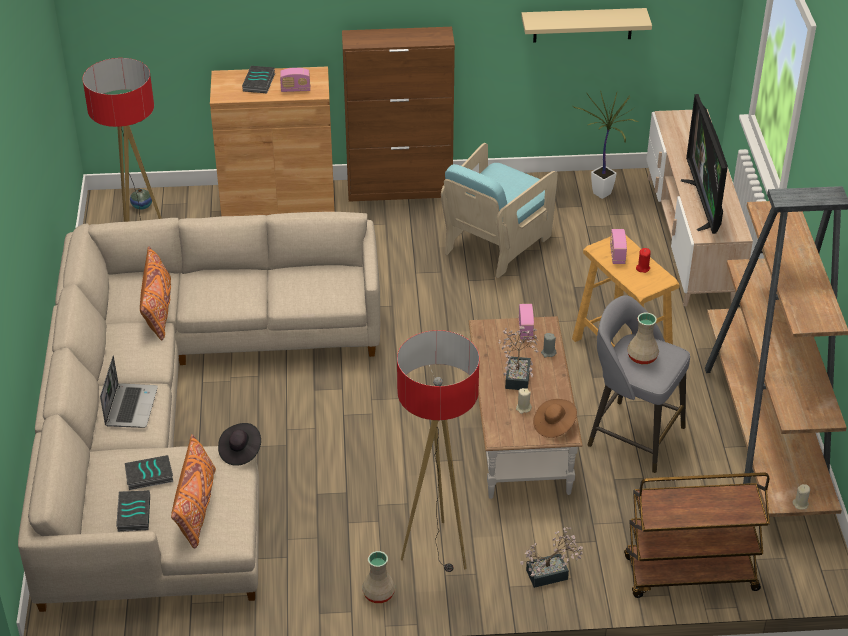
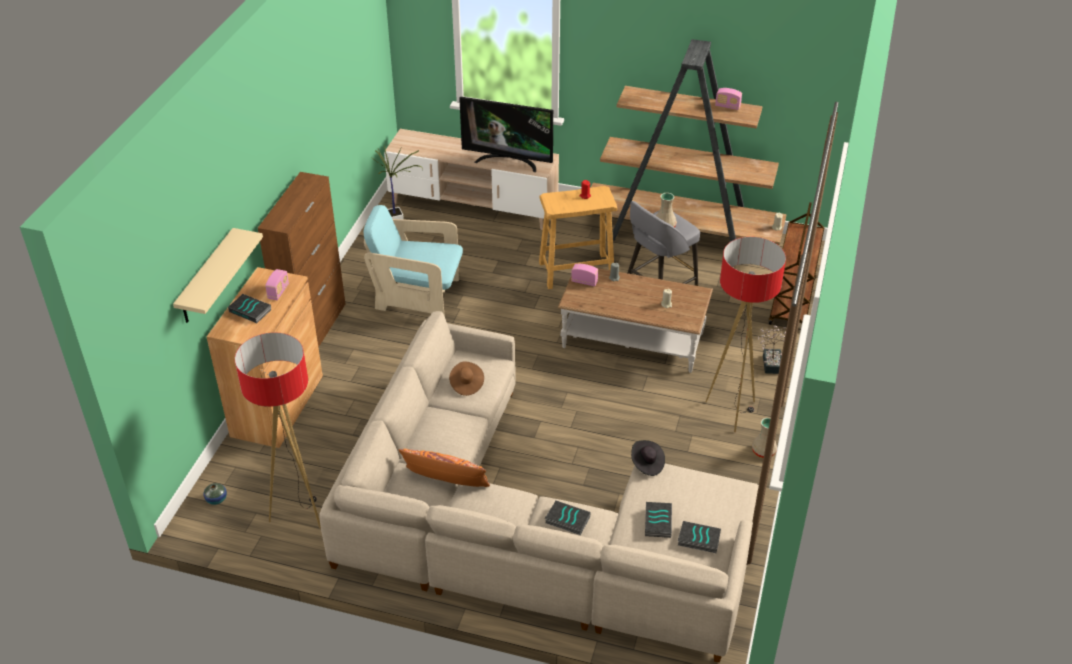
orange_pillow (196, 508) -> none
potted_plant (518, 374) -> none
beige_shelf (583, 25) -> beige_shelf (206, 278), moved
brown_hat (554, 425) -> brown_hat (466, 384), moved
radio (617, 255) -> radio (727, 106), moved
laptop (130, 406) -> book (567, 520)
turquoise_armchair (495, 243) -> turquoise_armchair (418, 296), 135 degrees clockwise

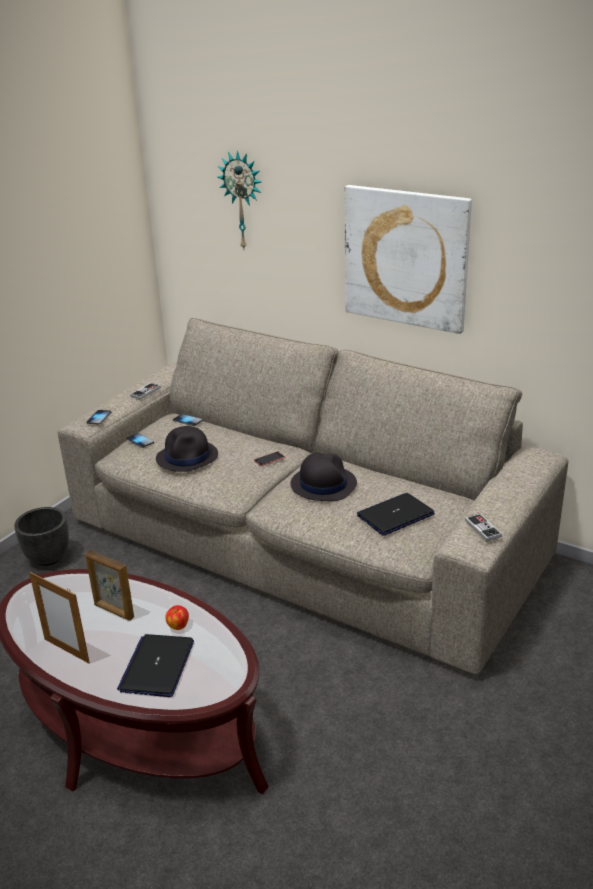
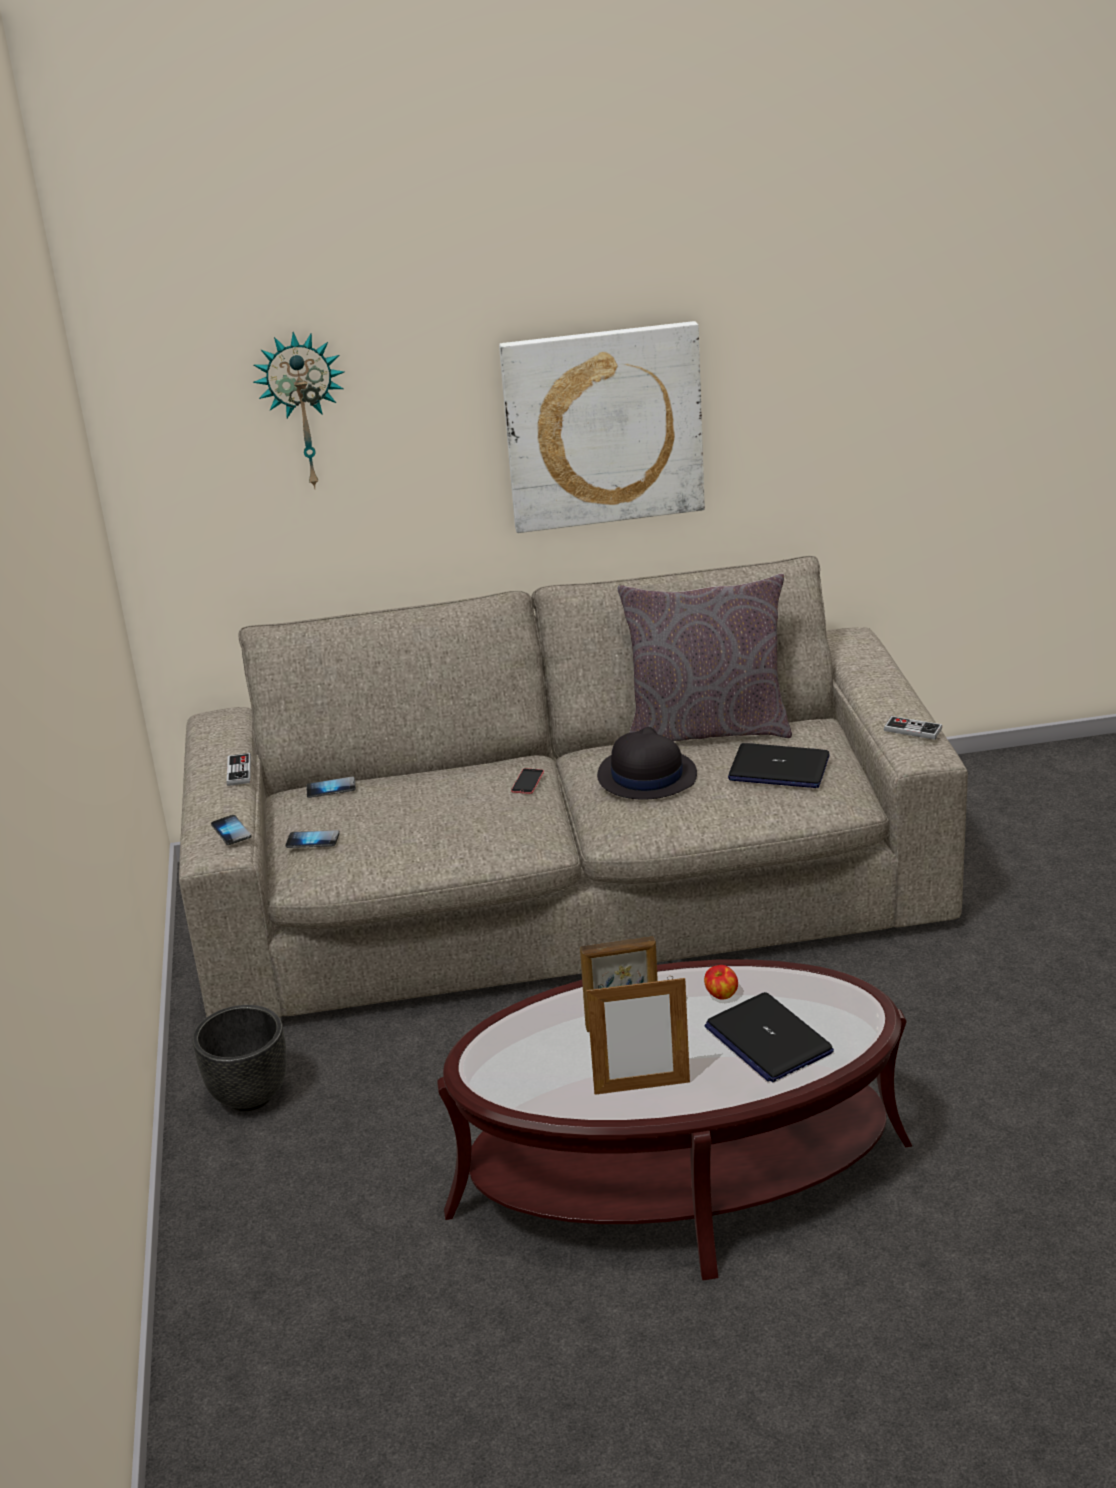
black_hat (187, 457) -> none
none -> grey_pillow (707, 729)
laptop (395, 515) -> laptop (778, 769), 90 degrees counterclockwise

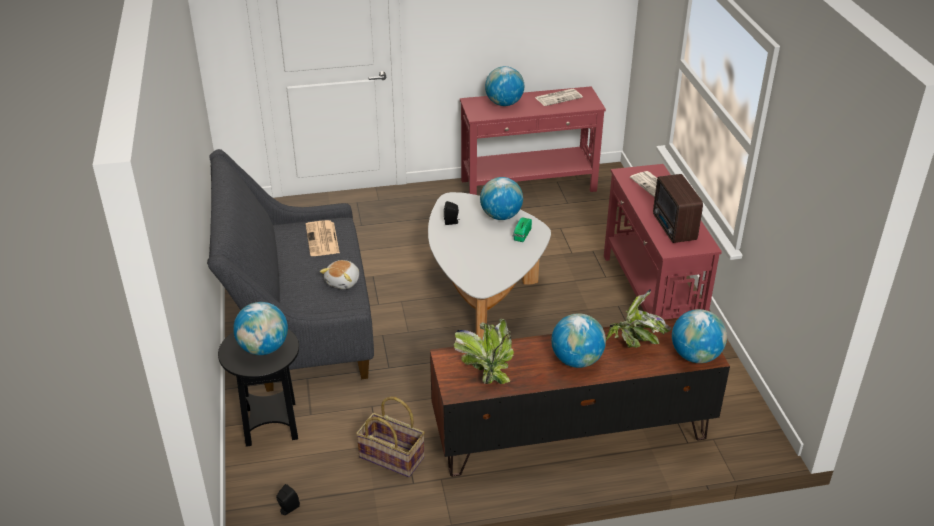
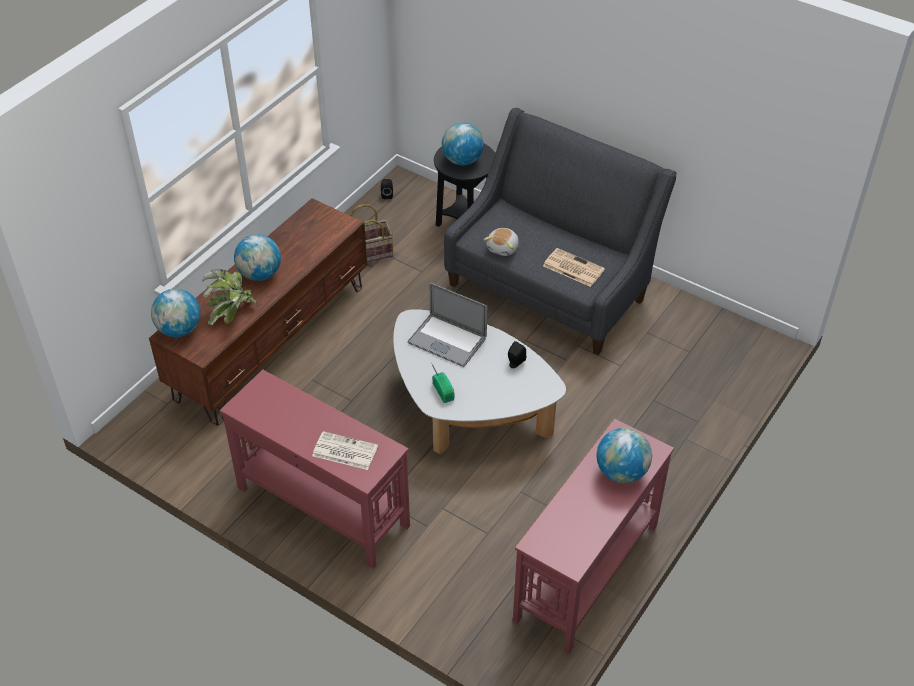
potted_plant (485, 369) -> none
globe (501, 216) -> none
newspaper (558, 97) -> none
radio (673, 229) -> none
none -> laptop (447, 340)
plush_toy (343, 282) -> plush_toy (503, 248), 135 degrees counterclockwise

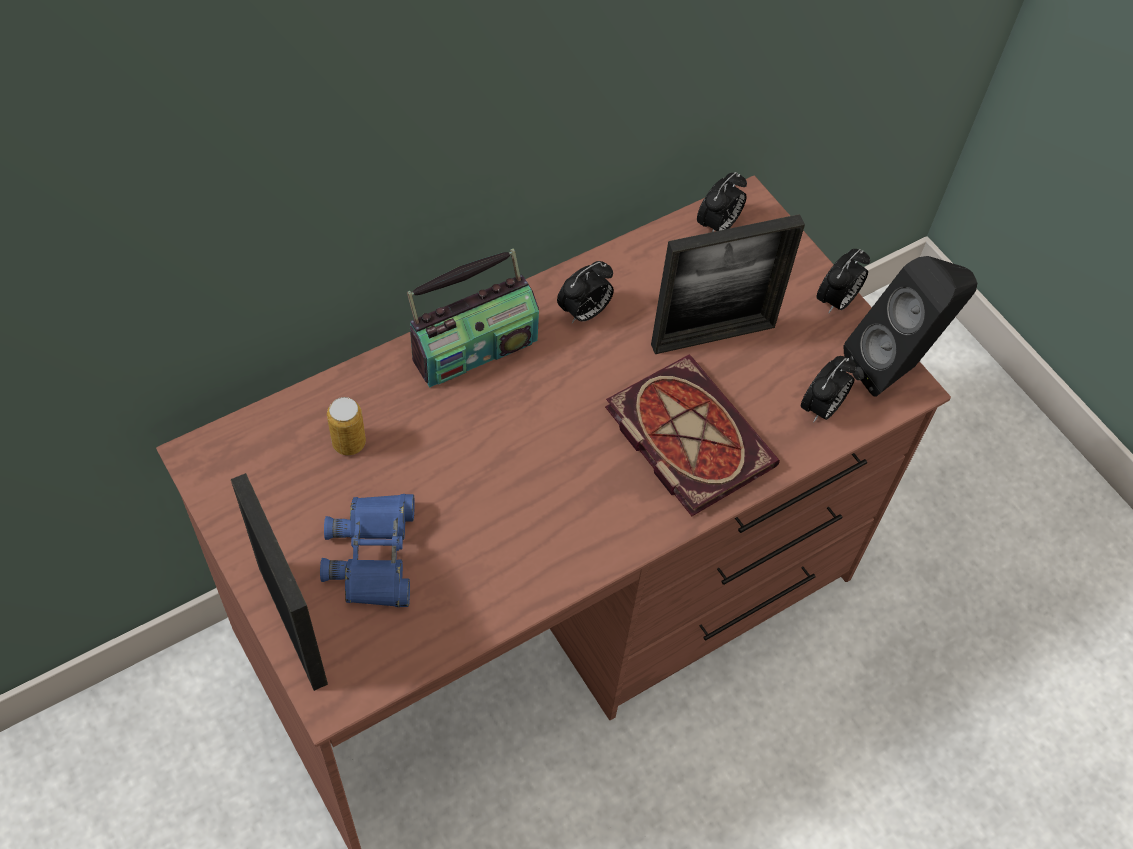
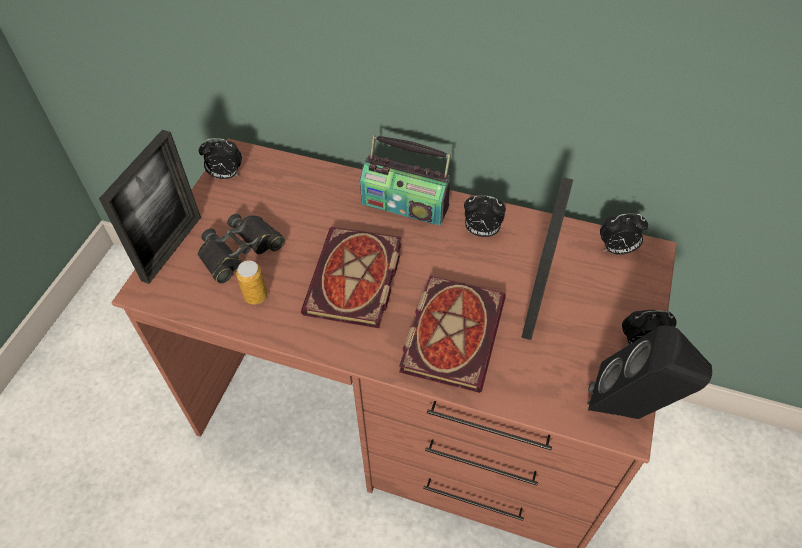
none -> book (355, 282)
can (349, 443) -> can (256, 296), moved
alarm_clock (821, 408) -> alarm_clock (225, 175), moved
blue_binoculars (374, 555) -> black_binoculars (239, 251)
picture_frame (713, 336) -> picture_frame (536, 299), 105 degrees counterclockwise

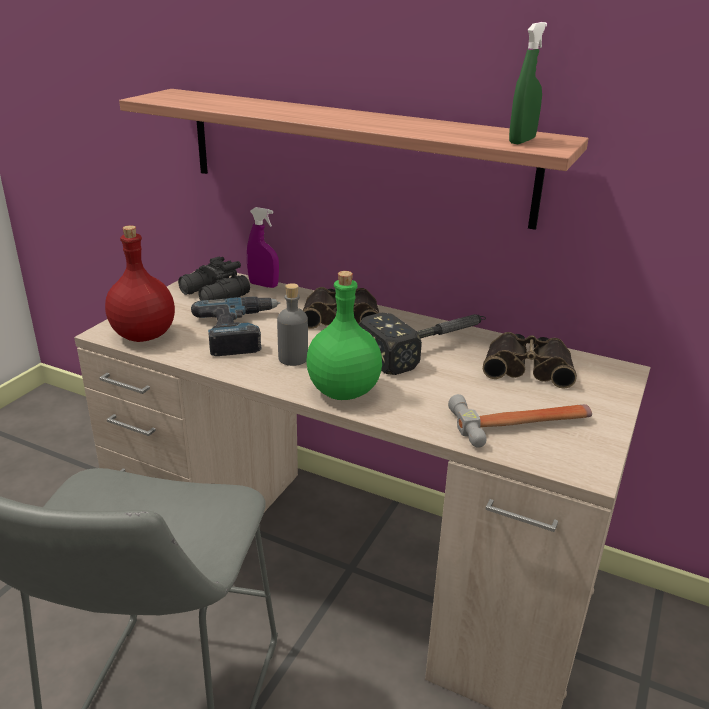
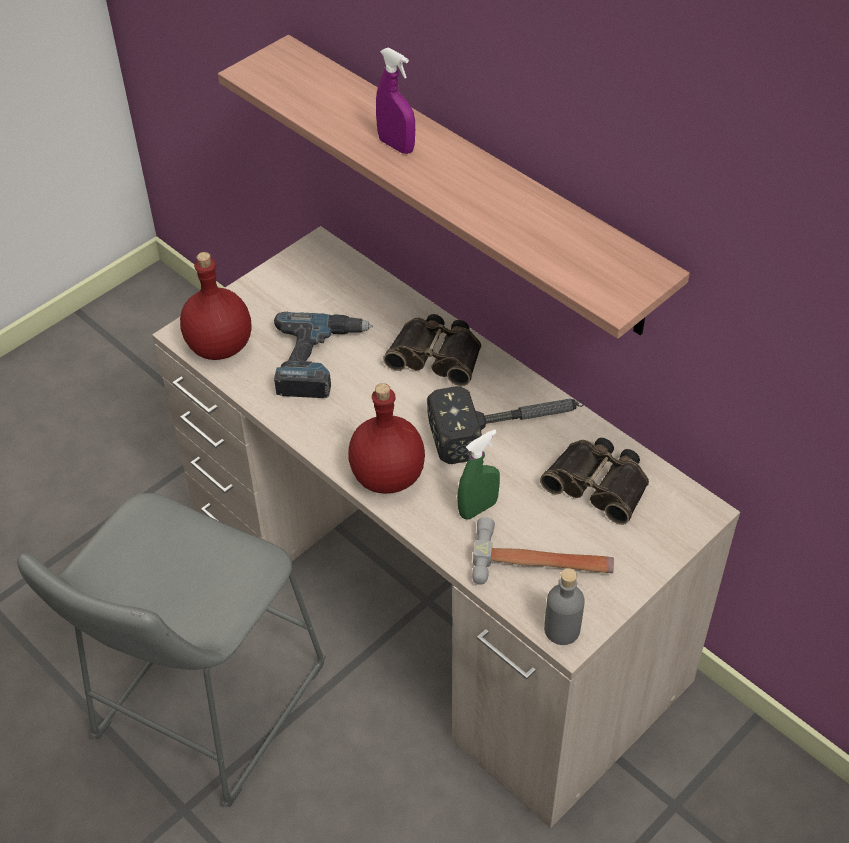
black_binoculars (214, 295) -> none
purple_spray_bottle (263, 285) -> purple_spray_bottle (396, 145), moved
grey_bottle (293, 358) -> grey_bottle (562, 629), moved
green_spray_bottle (522, 141) -> green_spray_bottle (478, 508), moved
green_bottle (342, 391) -> red_bottle (386, 476)

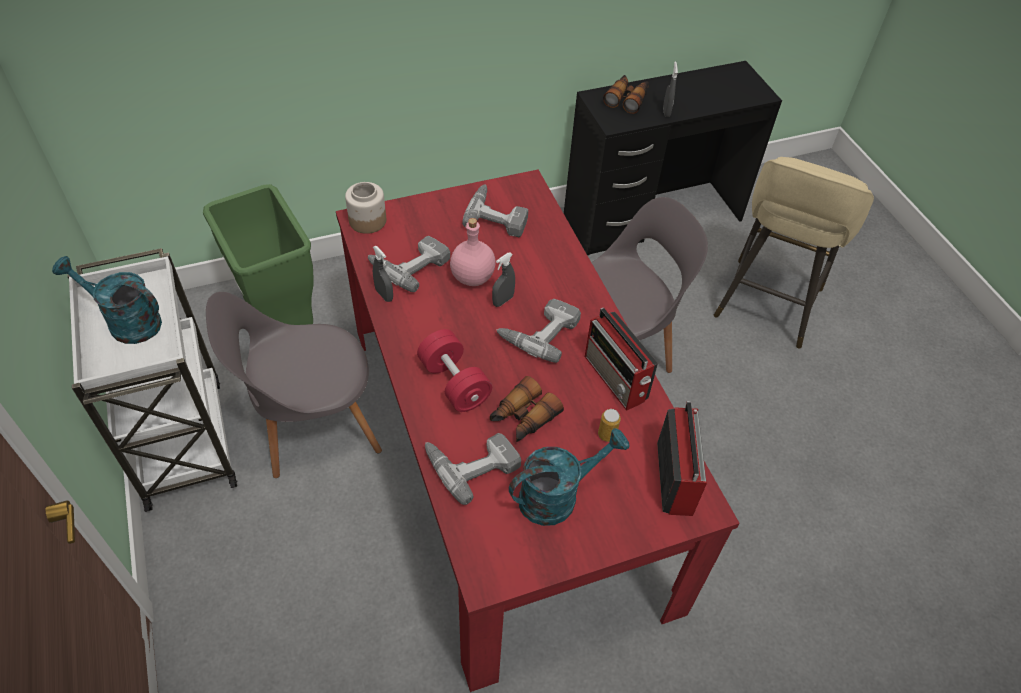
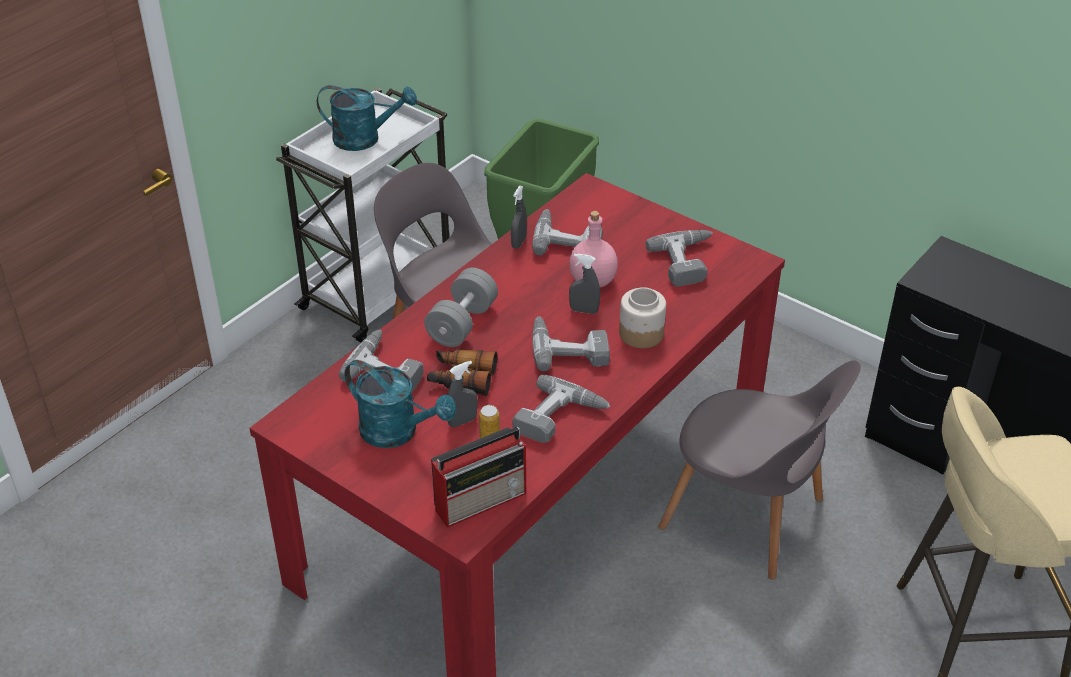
binoculars (627, 99) -> none
jar (367, 221) -> jar (640, 334), moved
grey_spray_bottle (666, 111) -> grey_spray_bottle (462, 421), moved
radio (616, 380) -> power_drill (560, 419)
red_dumbbell (454, 383) -> grey_dumbbell (462, 323)
turquoise_watering_can (126, 322) -> turquoise_watering_can (365, 139), 105 degrees clockwise

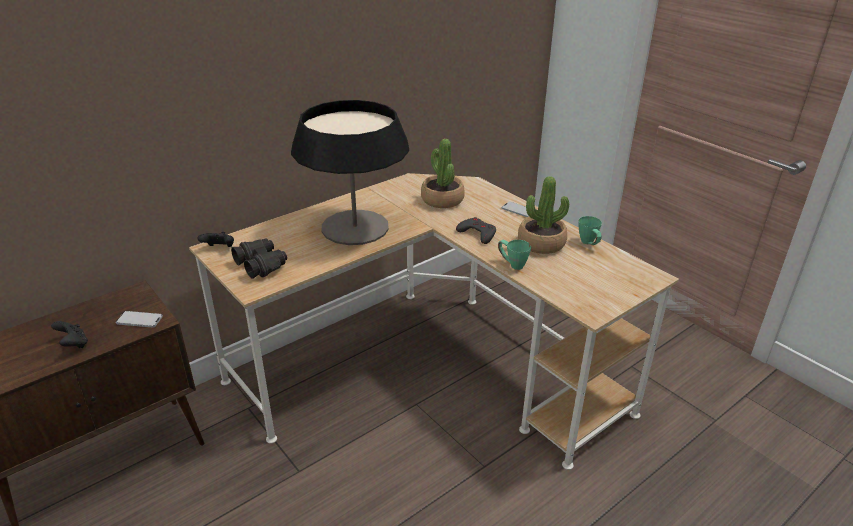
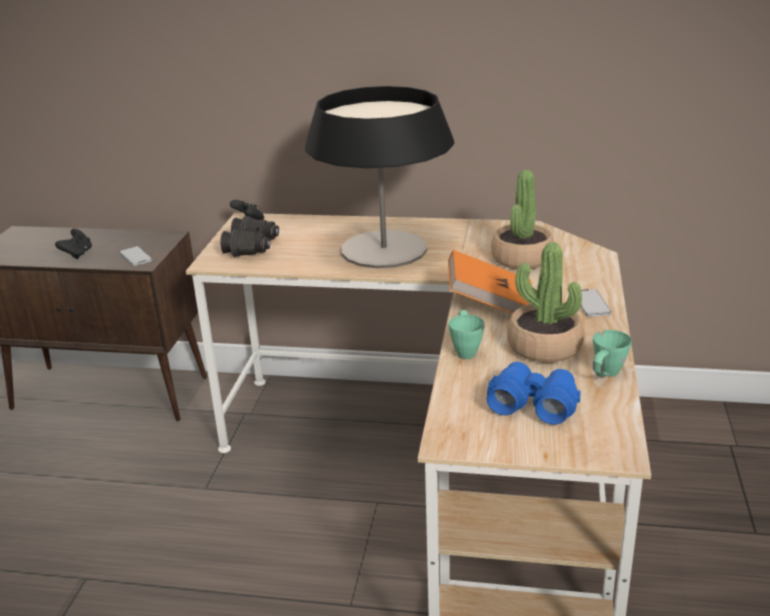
none -> blue_binoculars (533, 404)
grey_game_controller (477, 233) -> orange_book (491, 305)

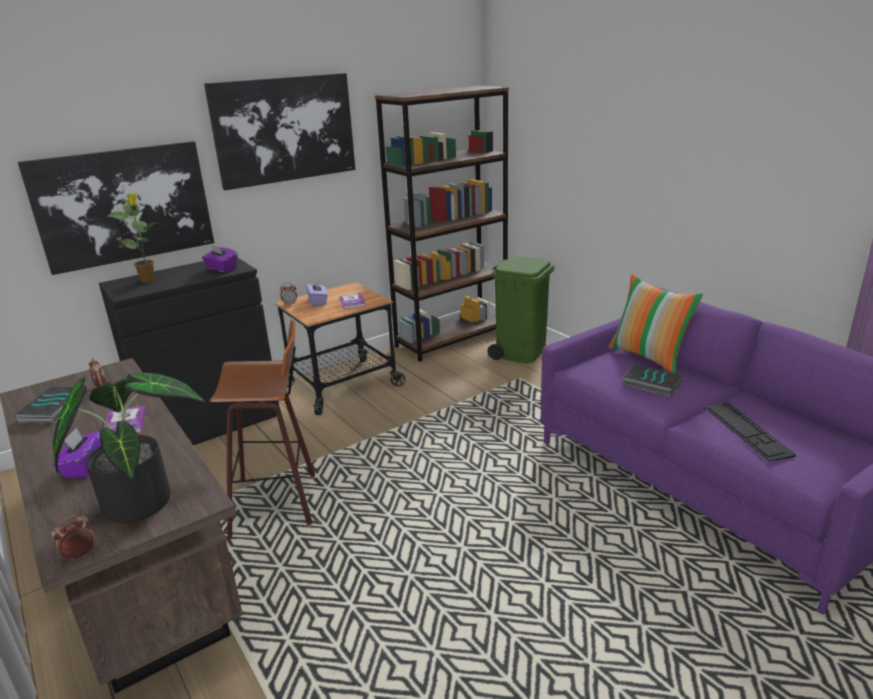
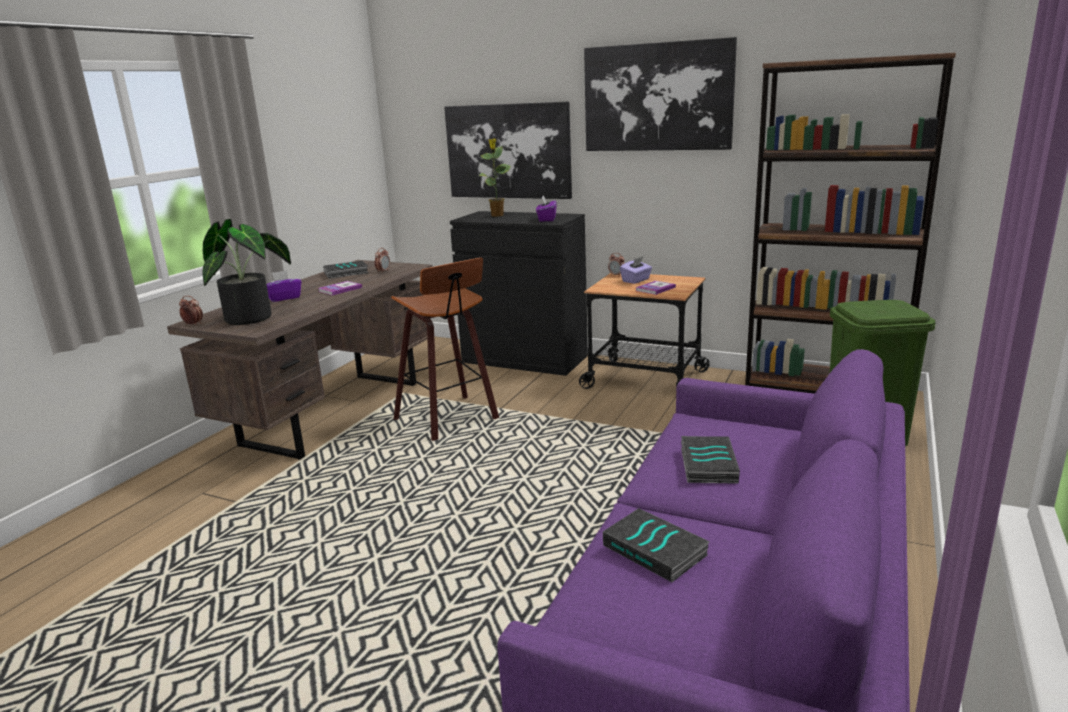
pillow (649, 357) -> none
keyboard (746, 430) -> book (656, 550)

